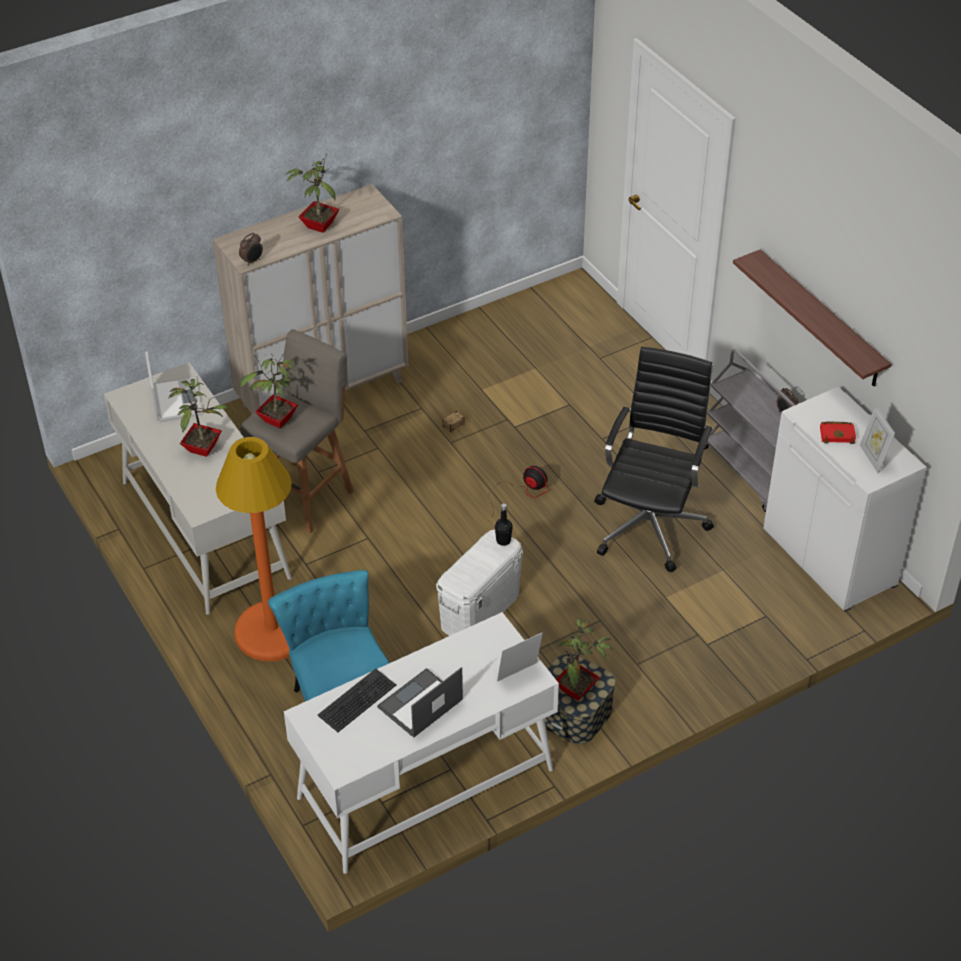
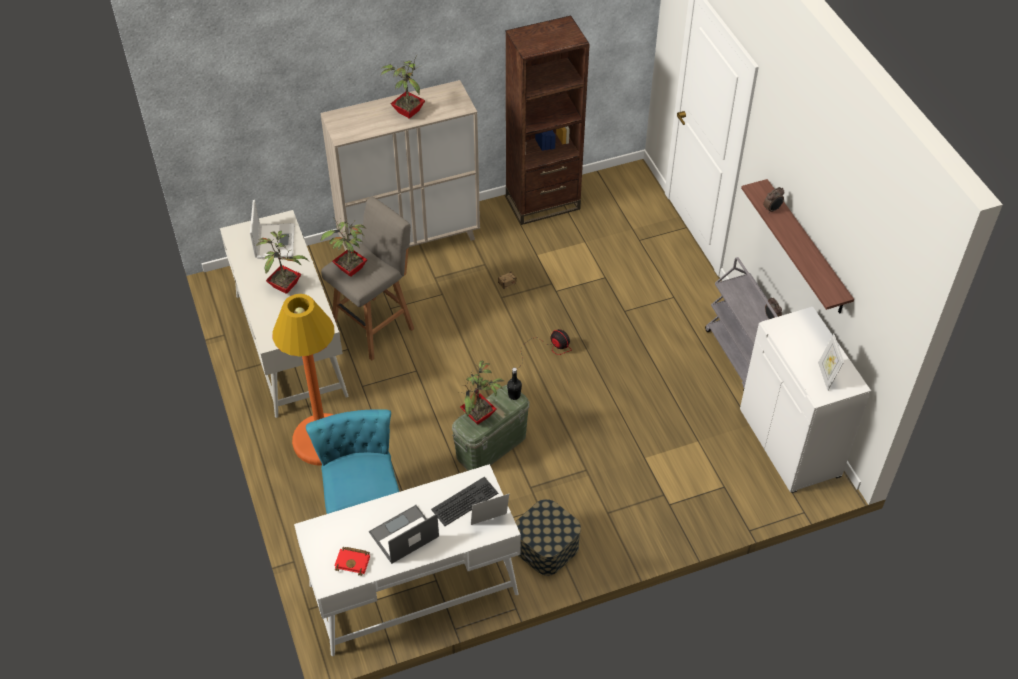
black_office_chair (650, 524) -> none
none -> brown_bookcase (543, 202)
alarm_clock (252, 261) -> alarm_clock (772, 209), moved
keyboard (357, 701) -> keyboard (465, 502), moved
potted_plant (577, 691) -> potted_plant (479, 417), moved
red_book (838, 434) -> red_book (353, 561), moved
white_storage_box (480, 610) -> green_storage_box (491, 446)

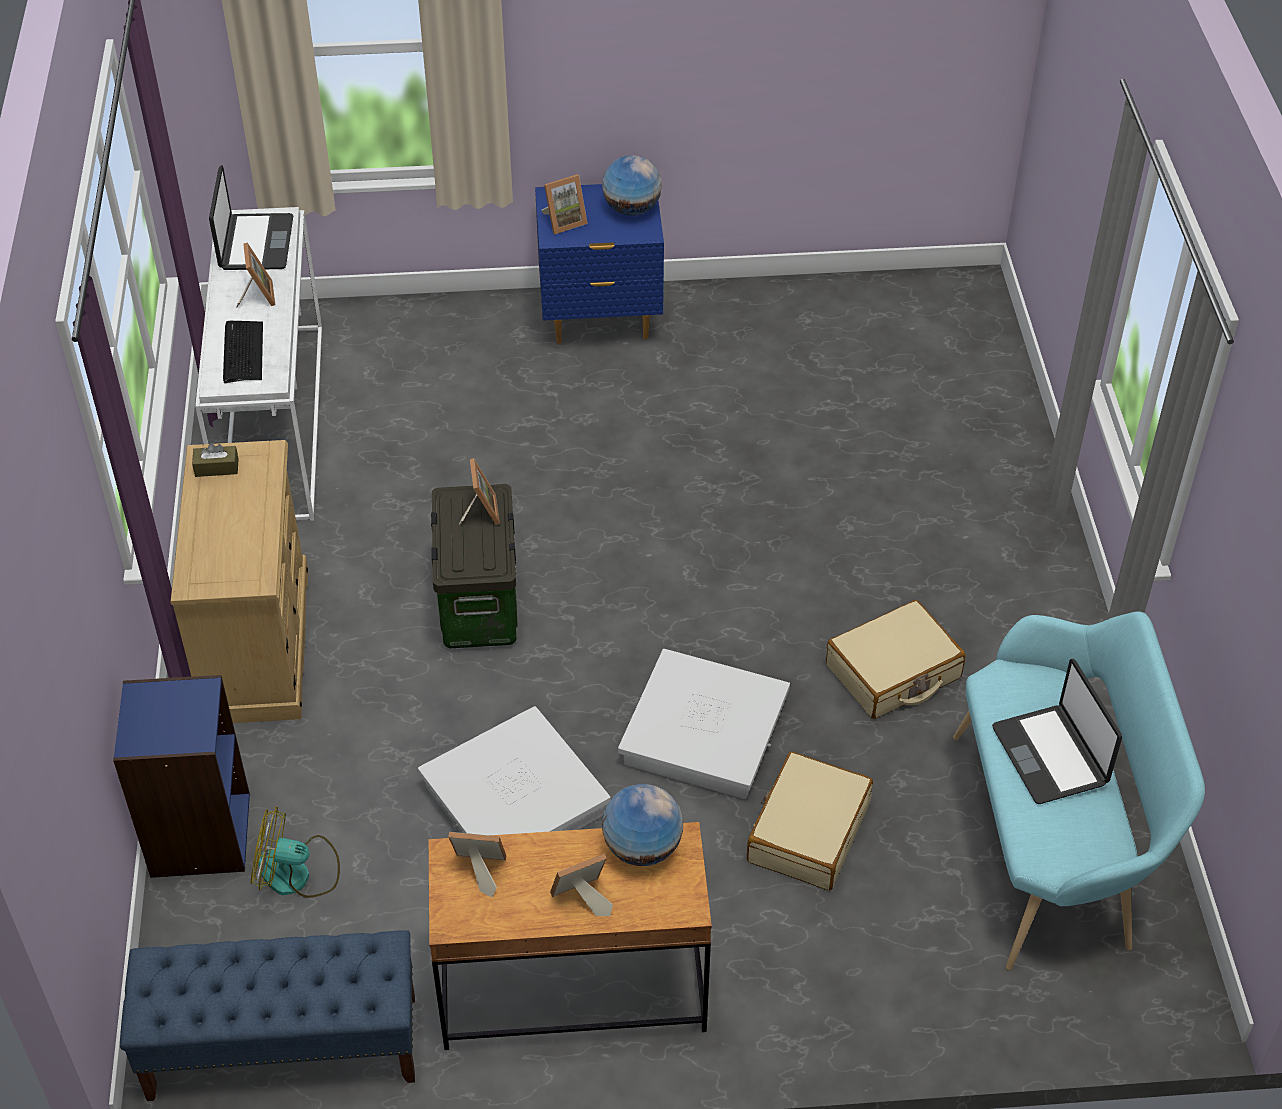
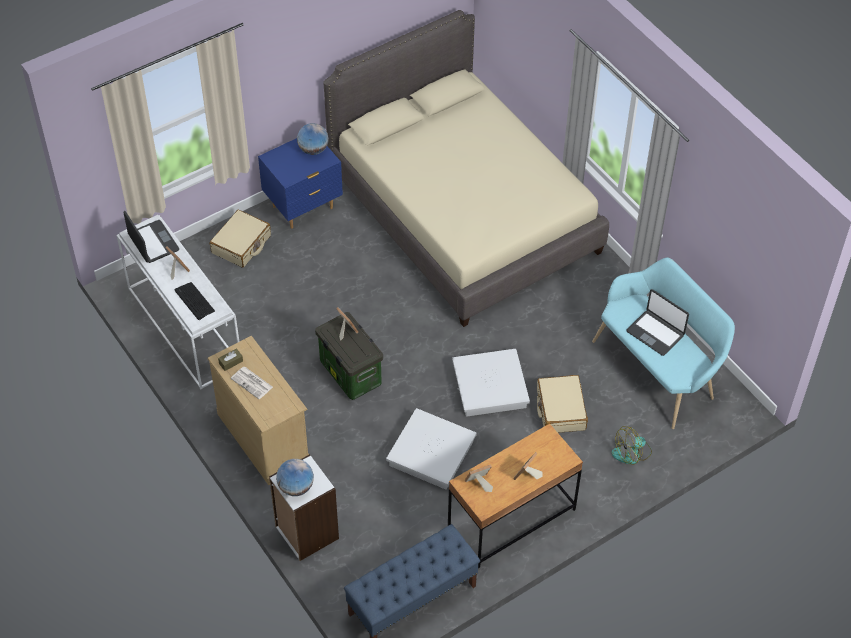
picture_frame (564, 221) -> none
none -> newspaper (252, 383)
none -> beige_bed (464, 213)
fan (297, 874) -> fan (632, 453), moved
globe (642, 848) -> globe (295, 487), moved
beige_suitcase (893, 672) -> beige_suitcase (241, 244), moved
blue_bookcase (199, 834) -> white_bookcase (306, 533)

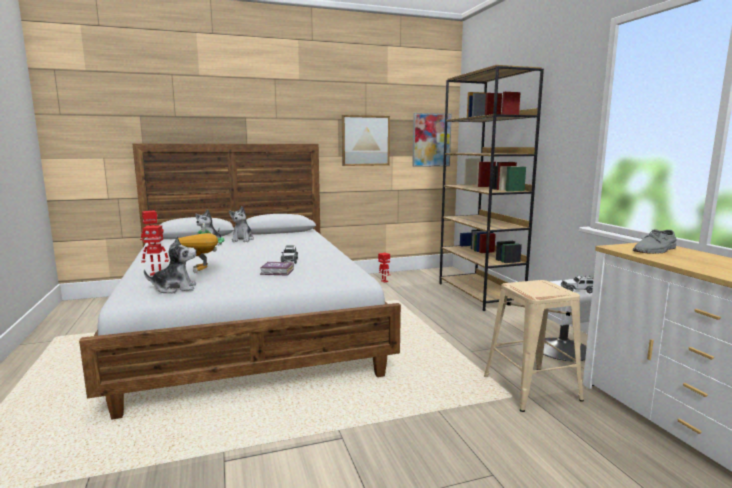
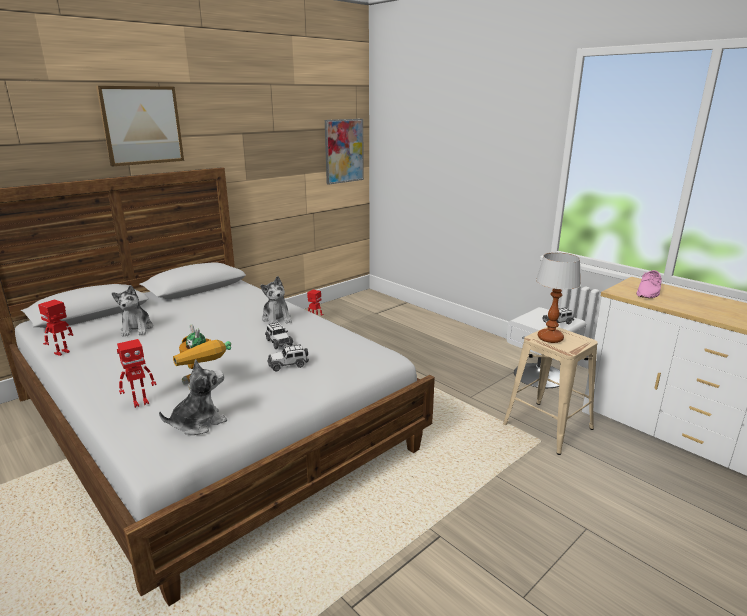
brown_bookcase (480, 294) -> none
none -> table_lamp (549, 338)
plush_toy (242, 240) -> plush_toy (277, 319), moved
picture (365, 140) -> picture (142, 125), moved
book (277, 272) -> toy_car (288, 365)
grey_shoe (655, 250) -> pink_shoe (649, 291)

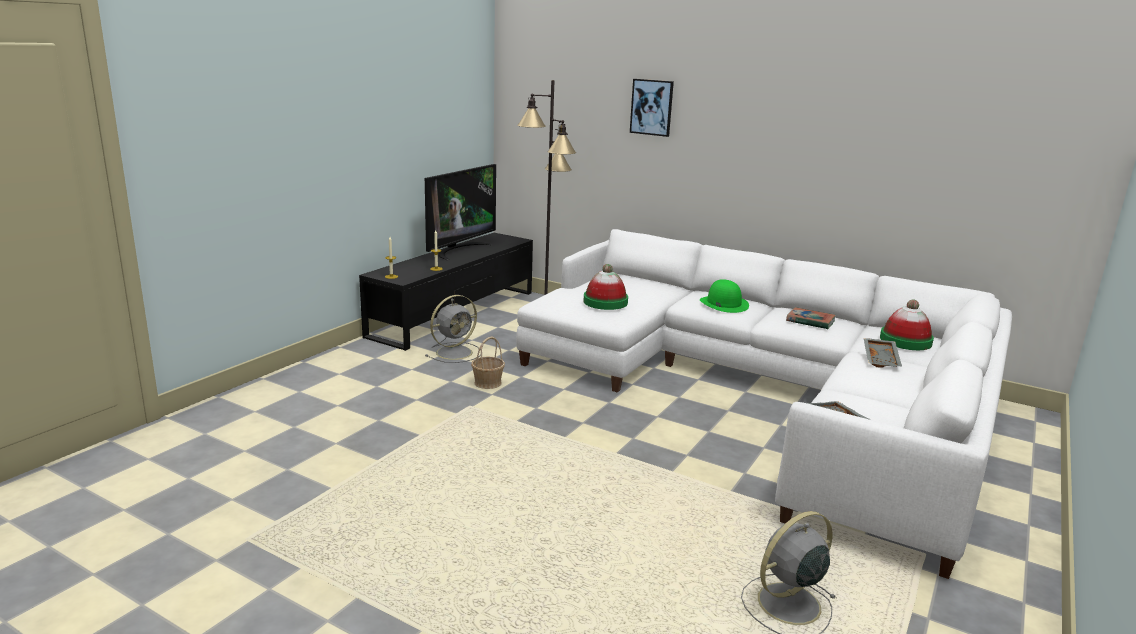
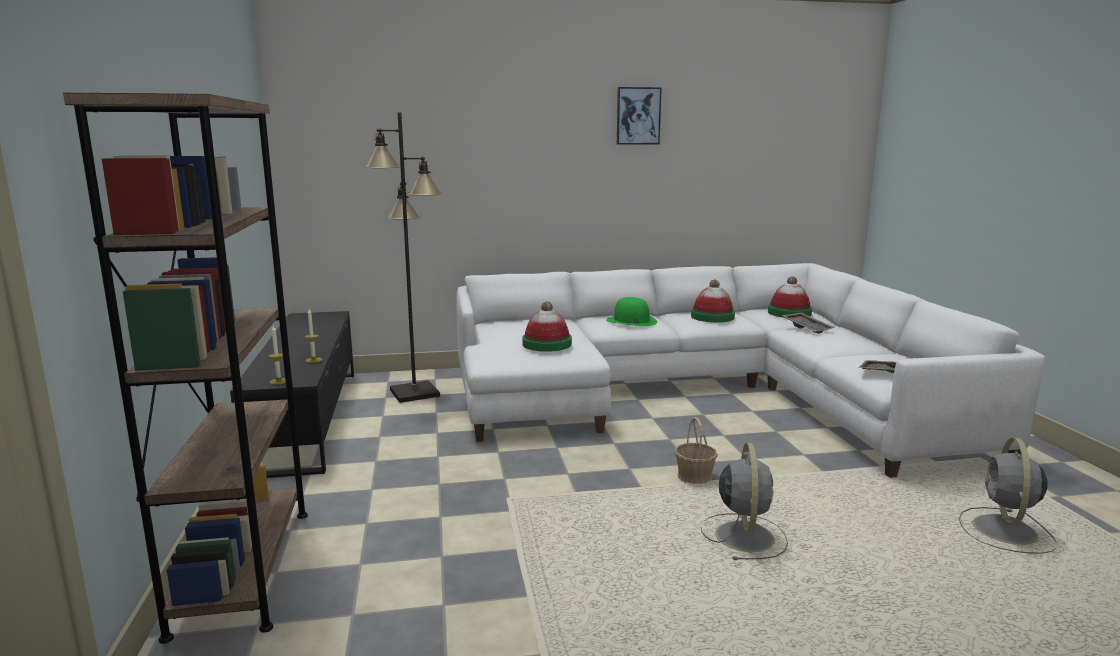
television (458, 250) -> none
none -> brown_bookcase (243, 569)
grey_fan (455, 352) -> grey_fan (744, 535), moved
basket (487, 383) -> basket (694, 477), moved
picture (652, 107) -> picture (638, 116), moved
book (810, 321) -> hat (712, 317)

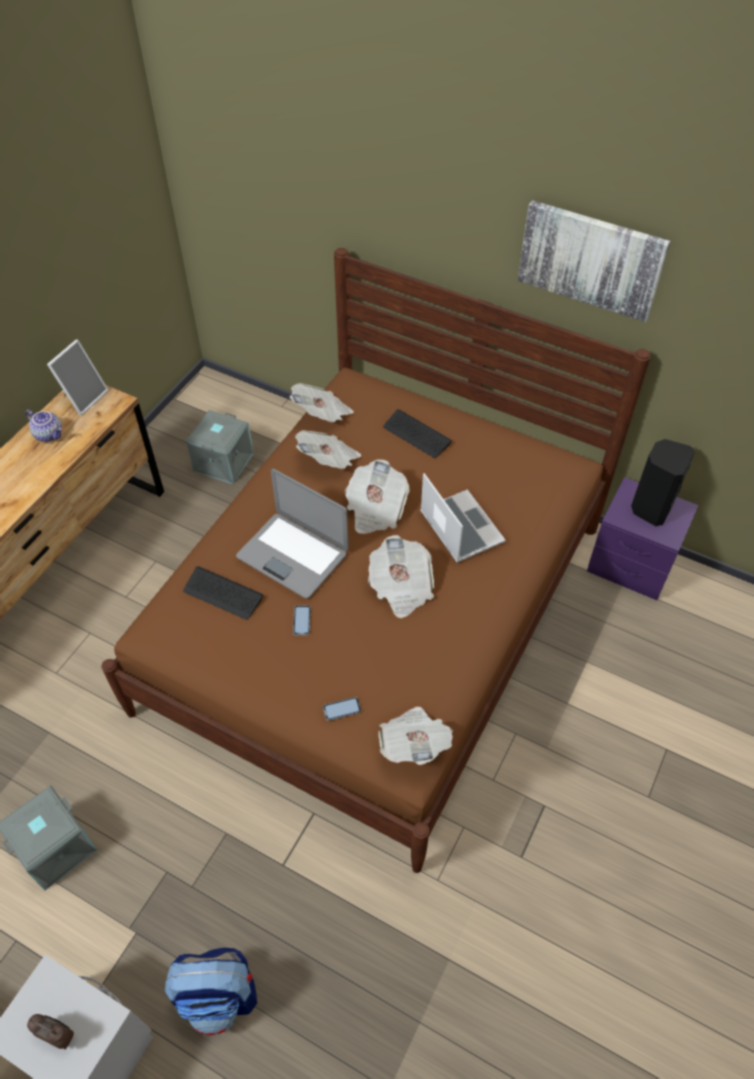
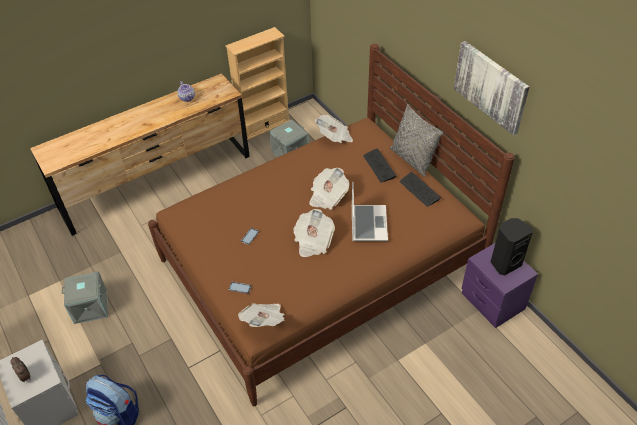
picture_frame (84, 397) -> none
laptop (293, 554) -> none
newspaper (329, 460) -> none
none -> beige_bookcase (264, 126)
none -> grey_pillow (412, 159)
keyboard (223, 594) -> keyboard (419, 190), moved

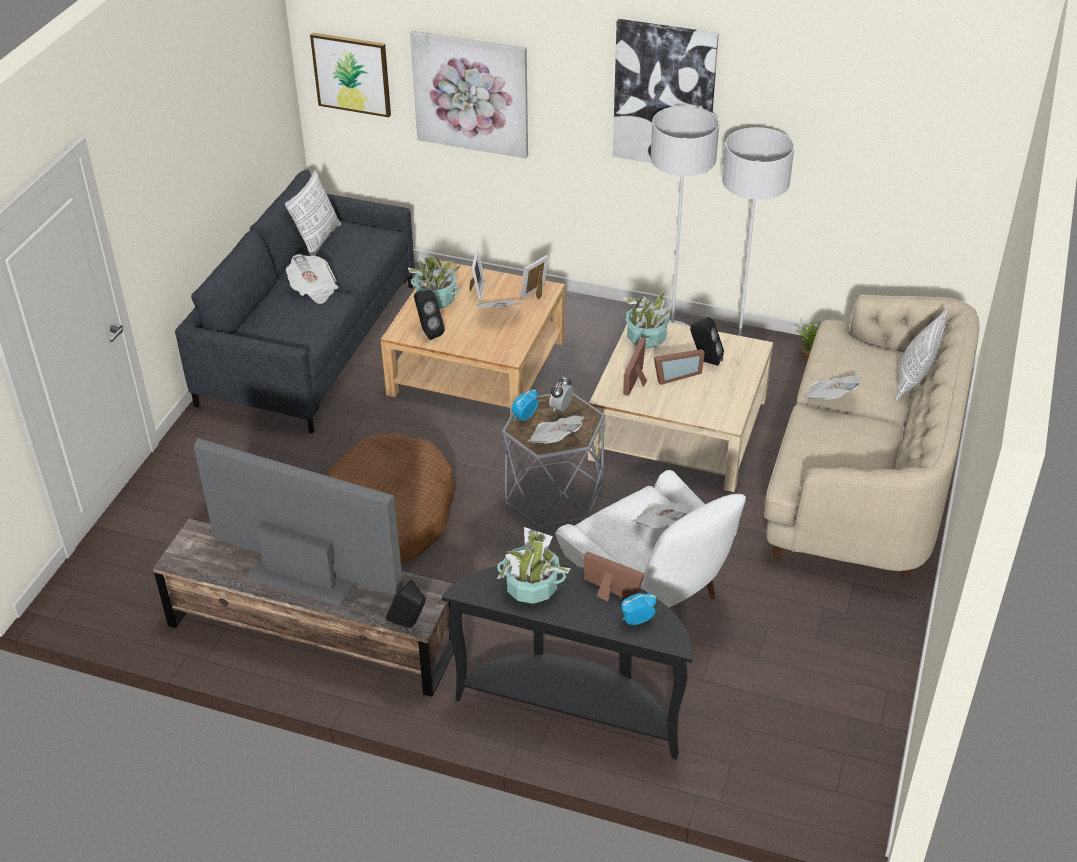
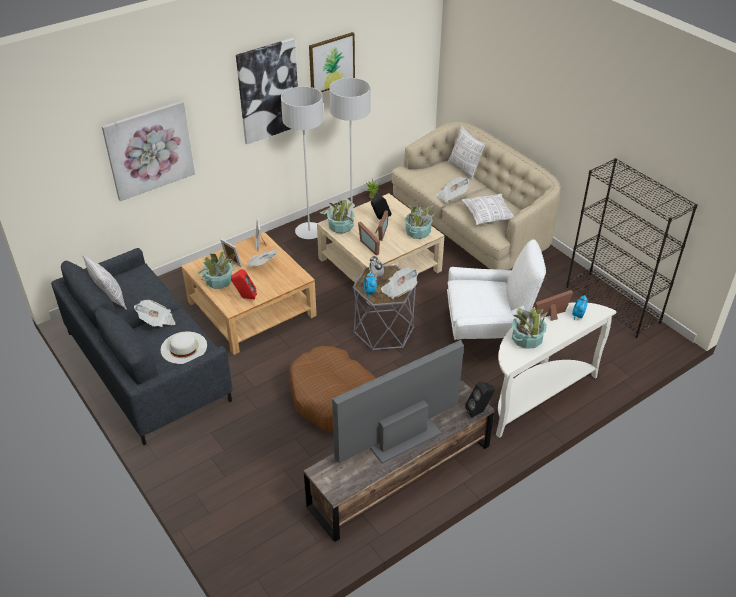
newspaper (661, 525) -> none
none -> white_hat (184, 347)
none -> potted_plant (418, 232)
none -> pillow (488, 215)
none -> black_bookcase (613, 304)
picture (352, 74) -> picture (331, 63), moved
black_speaker (428, 332) -> red_speaker (245, 297)
black_console_table (573, 705) -> white_console_table (536, 395)

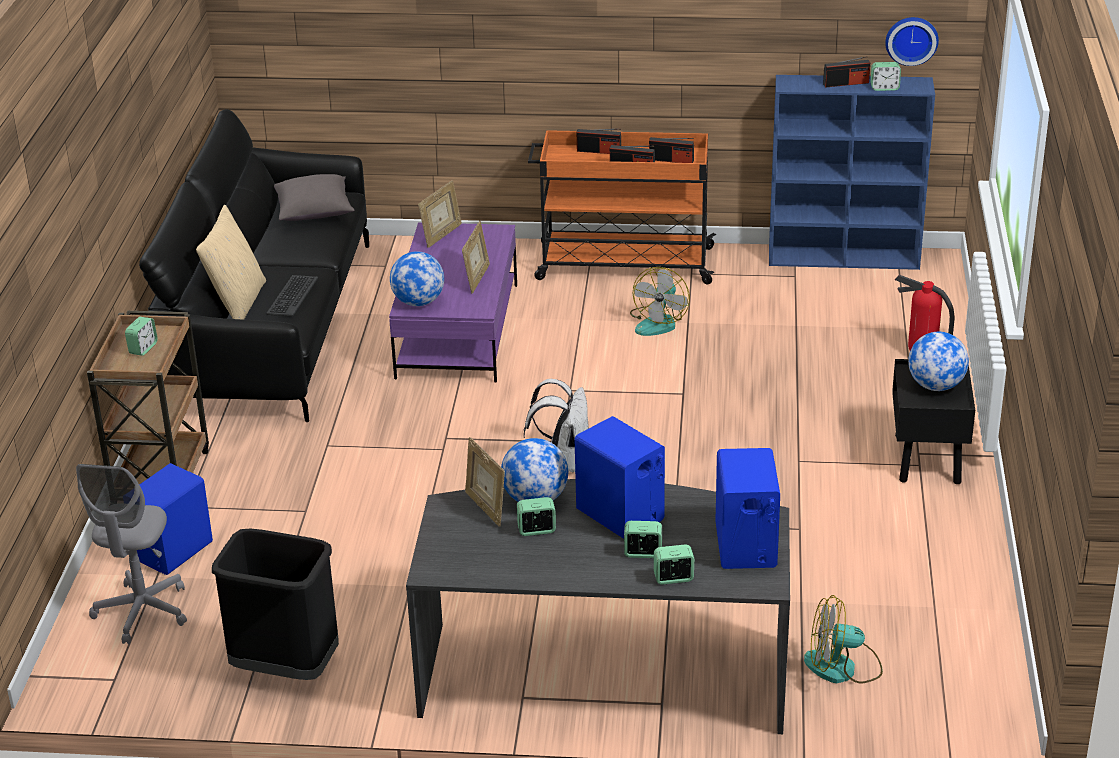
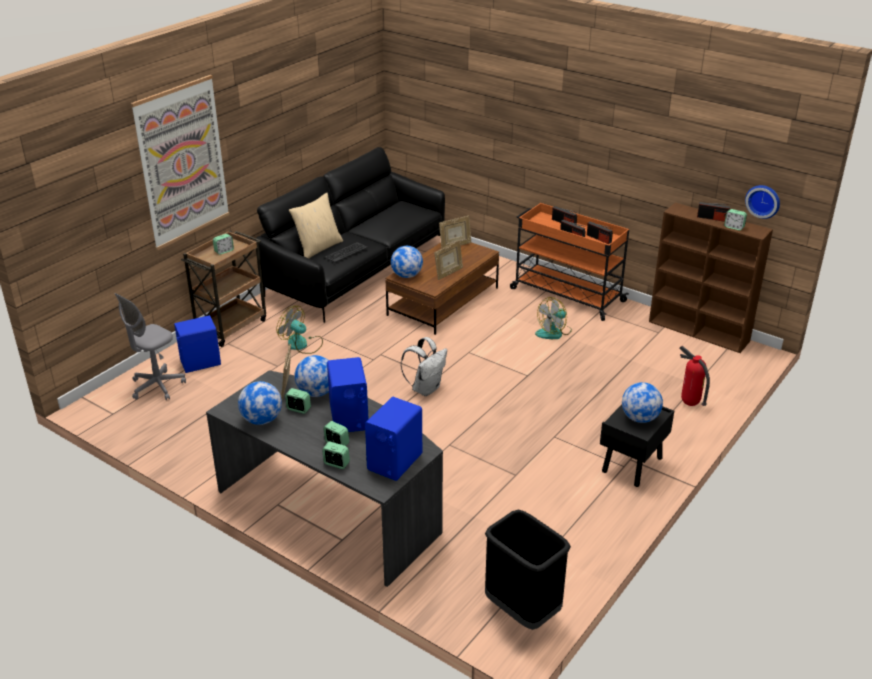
grey_pillow (315, 212) -> none
none -> picture (182, 162)
none -> globe (262, 420)
black_trash_can (286, 668) -> black_trash_can (523, 610), moved
fan (842, 667) -> fan (302, 345), moved
purple_coffee_table (457, 330) -> brown_coffee_table (443, 301)
blue_bookcase (845, 257) -> brown_bookcase (699, 331)

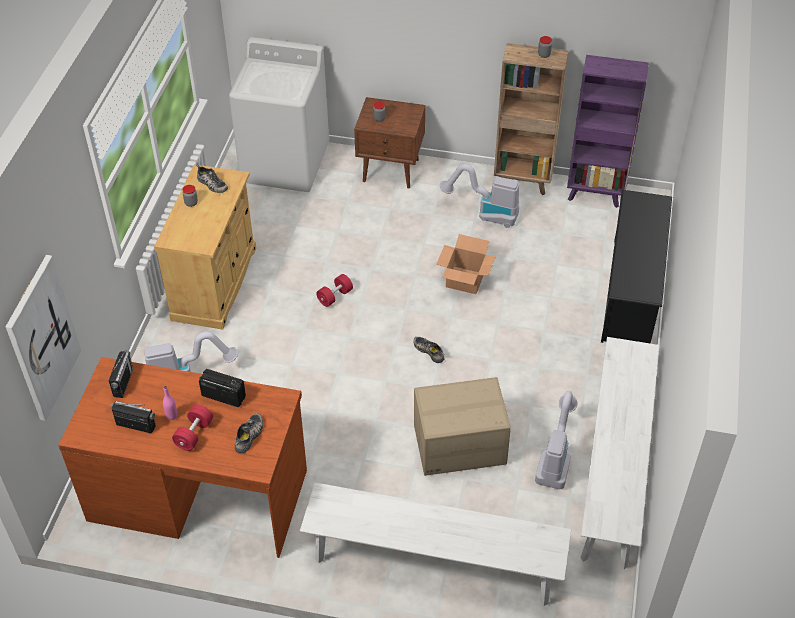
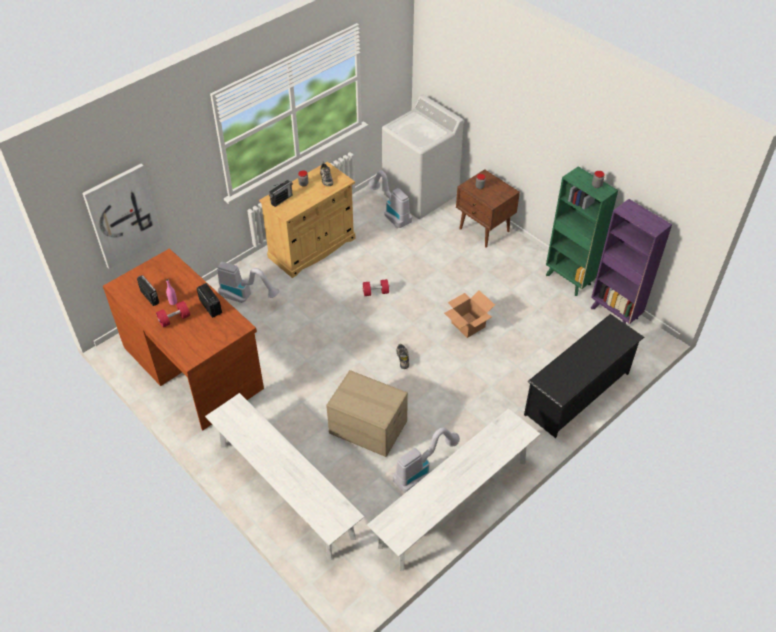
shoe (250, 436) -> none
radio (123, 382) -> radio (281, 199), moved
vacuum_cleaner (484, 214) -> vacuum_cleaner (391, 213), moved
brown_bookcase (523, 182) -> green_bookcase (569, 280)

